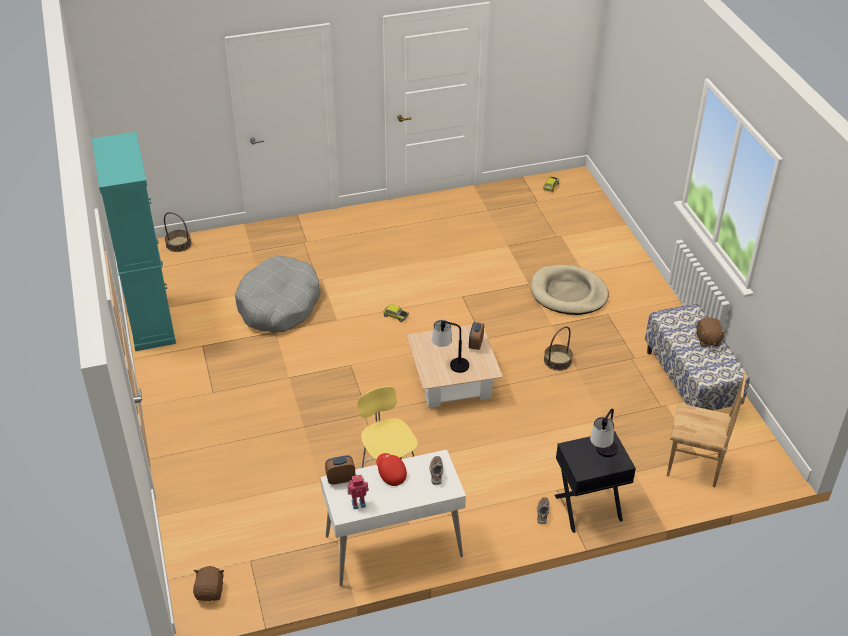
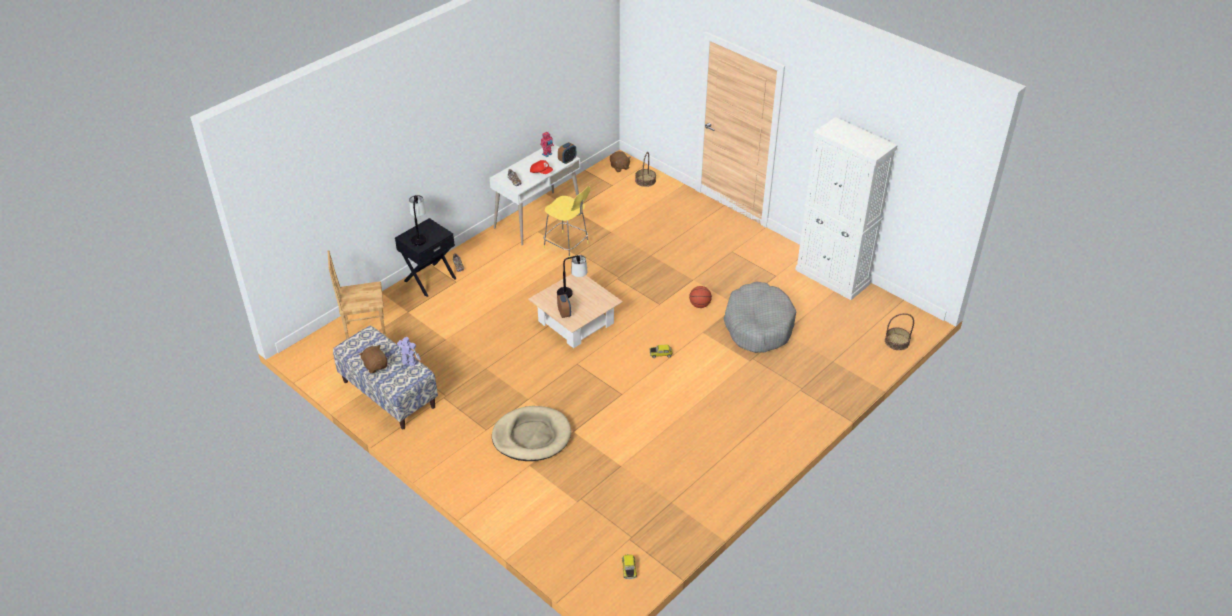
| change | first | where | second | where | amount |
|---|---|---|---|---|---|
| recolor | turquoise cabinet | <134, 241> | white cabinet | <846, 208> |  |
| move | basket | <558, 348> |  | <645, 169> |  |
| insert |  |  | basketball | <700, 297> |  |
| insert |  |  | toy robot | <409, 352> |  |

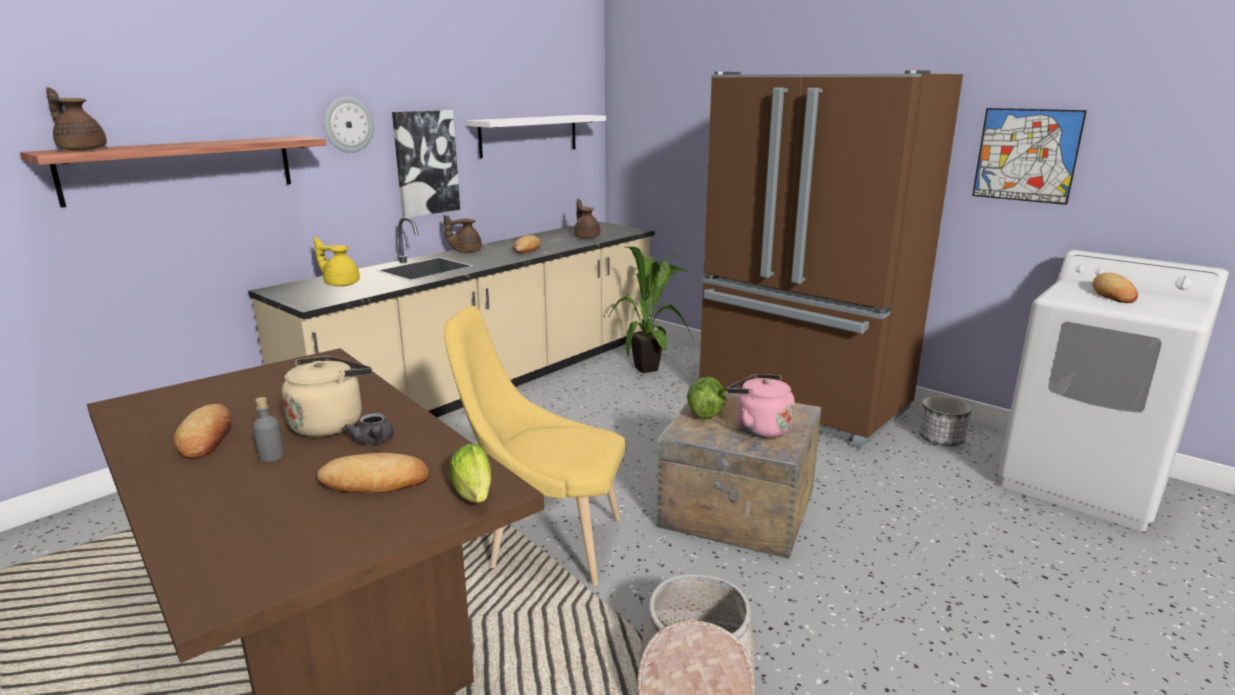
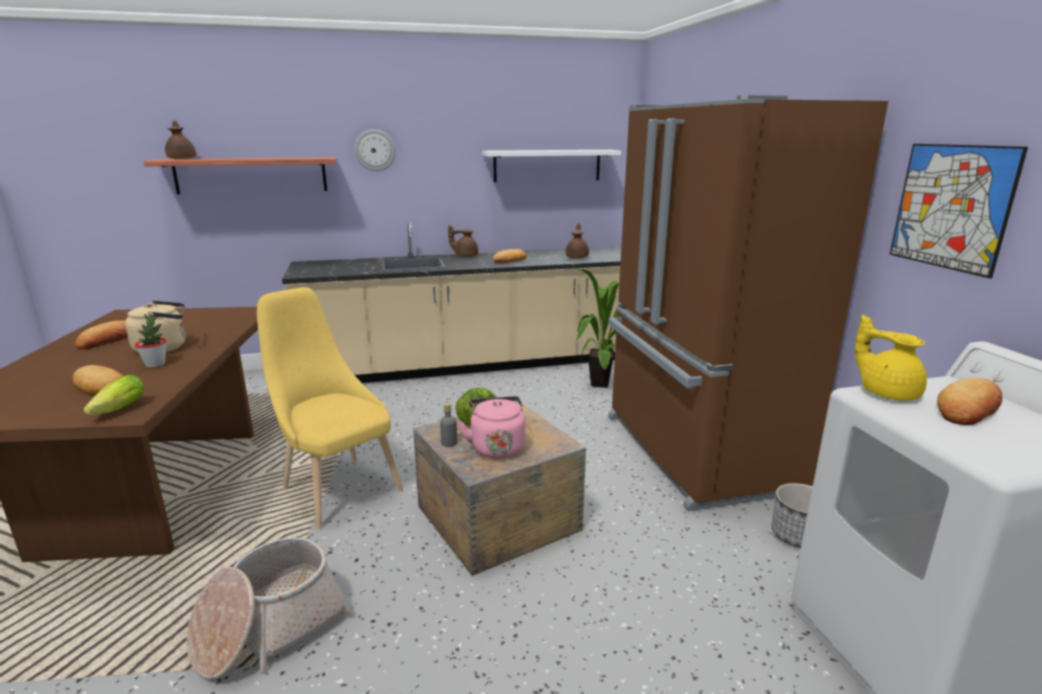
| change | first | where | second | where | amount |
|---|---|---|---|---|---|
| delete | picture | <426, 163> |  |  |  |
| move | yellow teapot | <337, 261> |  | <891, 357> |  |
| move | grey bottle | <268, 429> |  | <448, 425> |  |
| replace | grey teapot | <369, 428> | potted plant | <150, 341> |  |

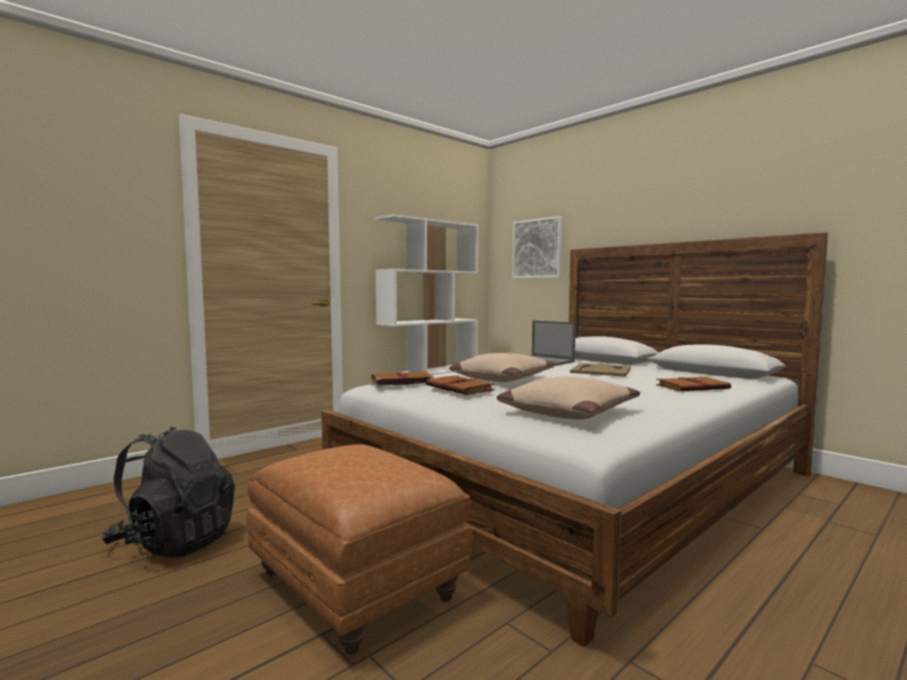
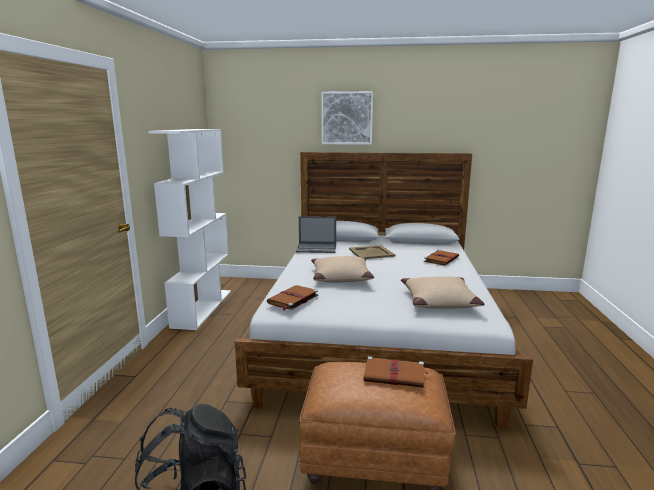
| change | first | where | second | where | amount |
|---|---|---|---|---|---|
| move | picture | <537, 247> |  | <347, 118> |  |
| move | brown book | <460, 385> |  | <395, 372> |  |

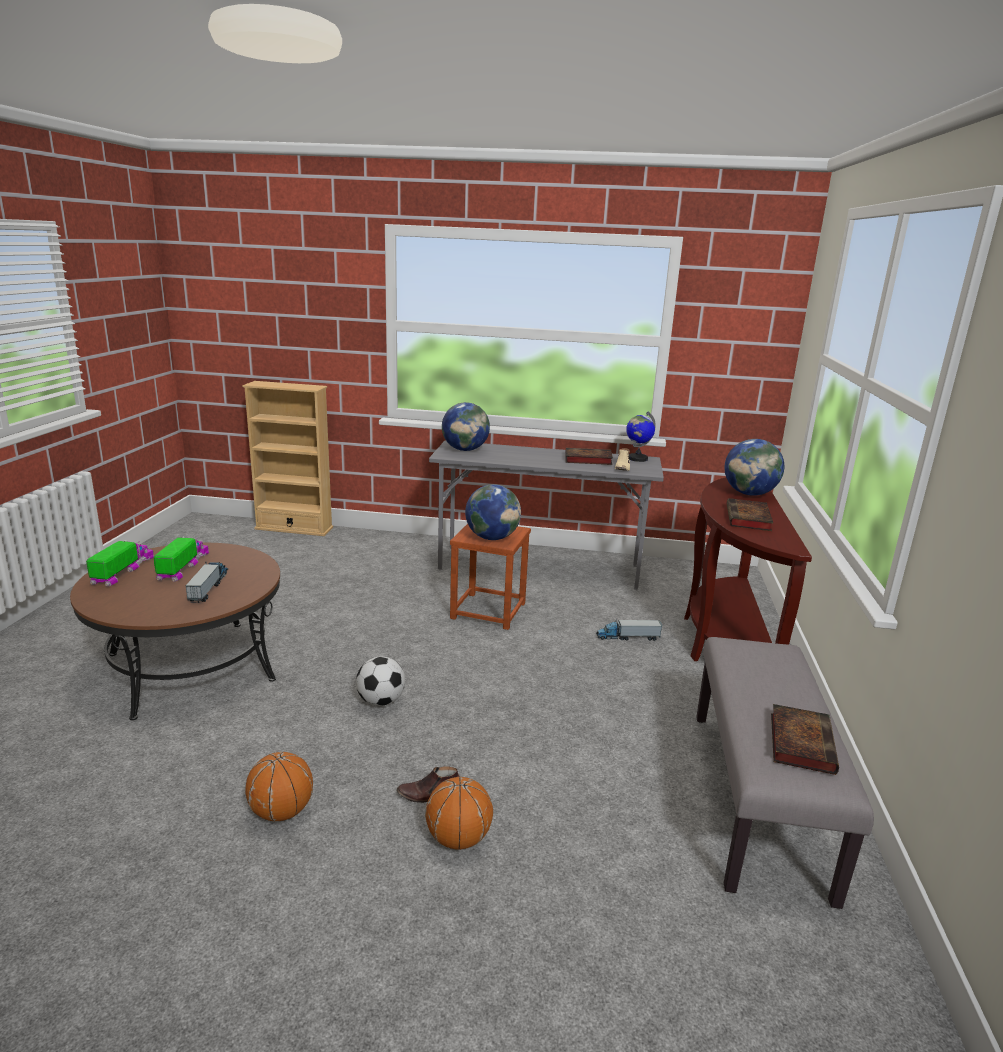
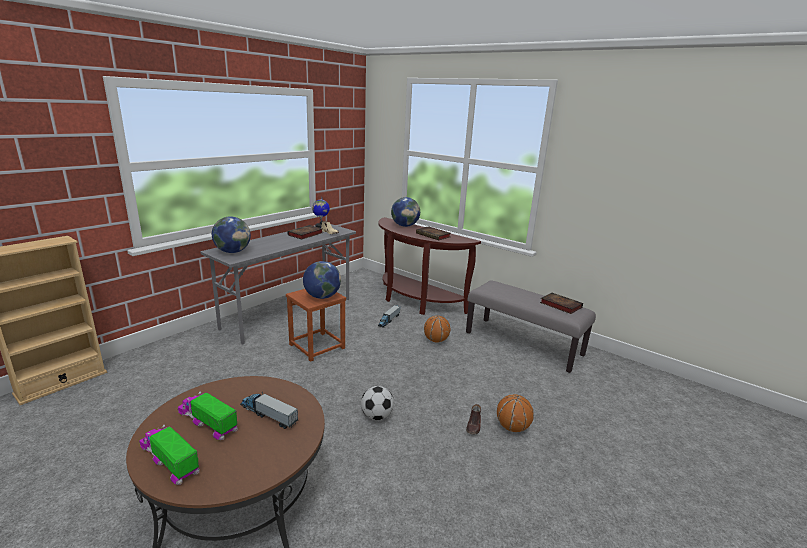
| change | first | where | second | where | amount |
|---|---|---|---|---|---|
| move | basketball | <279, 787> |  | <437, 328> |  |

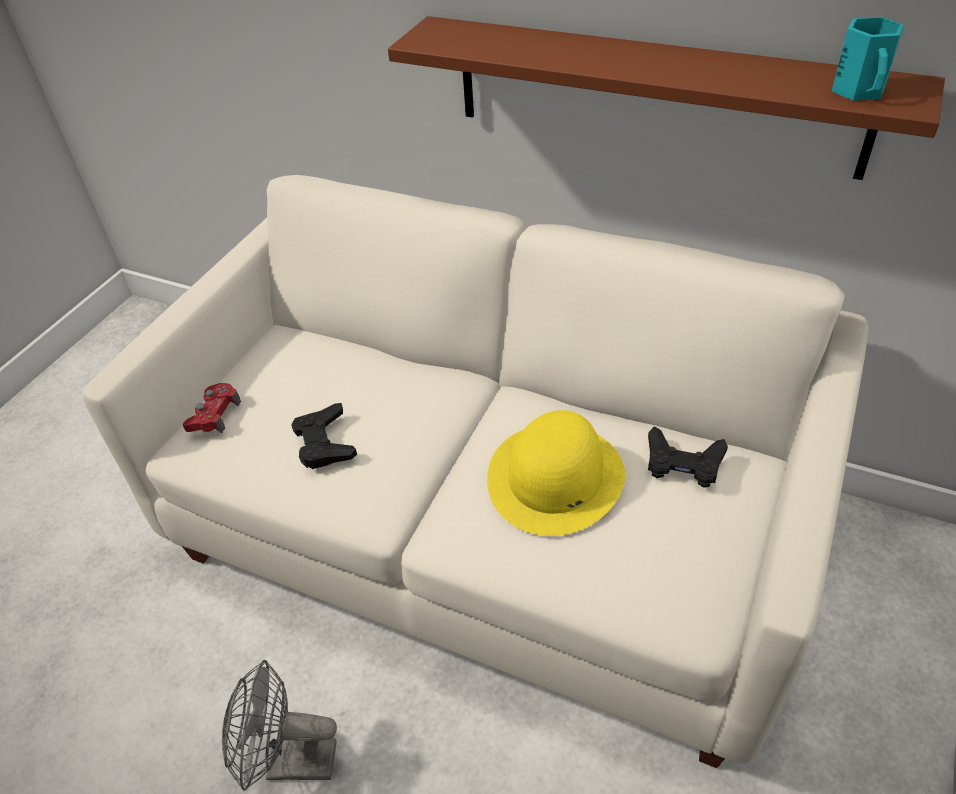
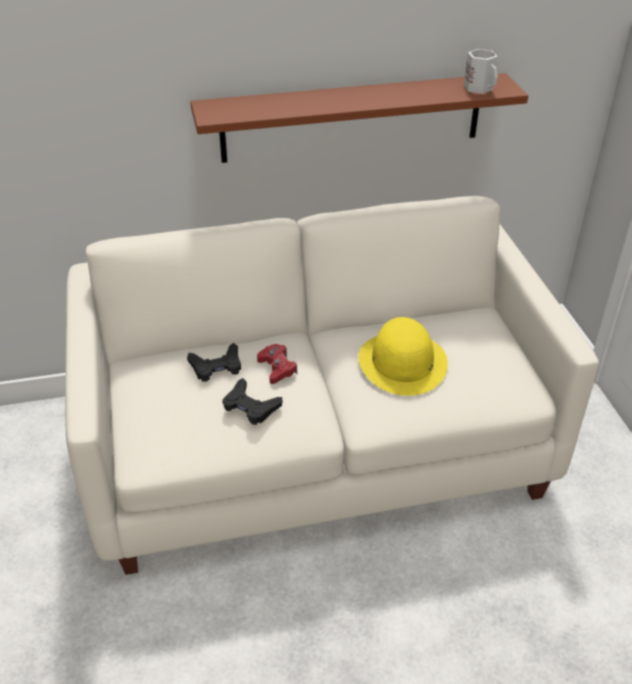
| change | first | where | second | where | amount |
|---|---|---|---|---|---|
| recolor | turquoise mug | <868, 59> | white mug | <481, 71> |  |
| move | red game controller | <212, 408> |  | <277, 364> |  |
| move | black game controller | <688, 457> |  | <214, 362> |  |
| delete | grey fan | <279, 725> |  |  |  |

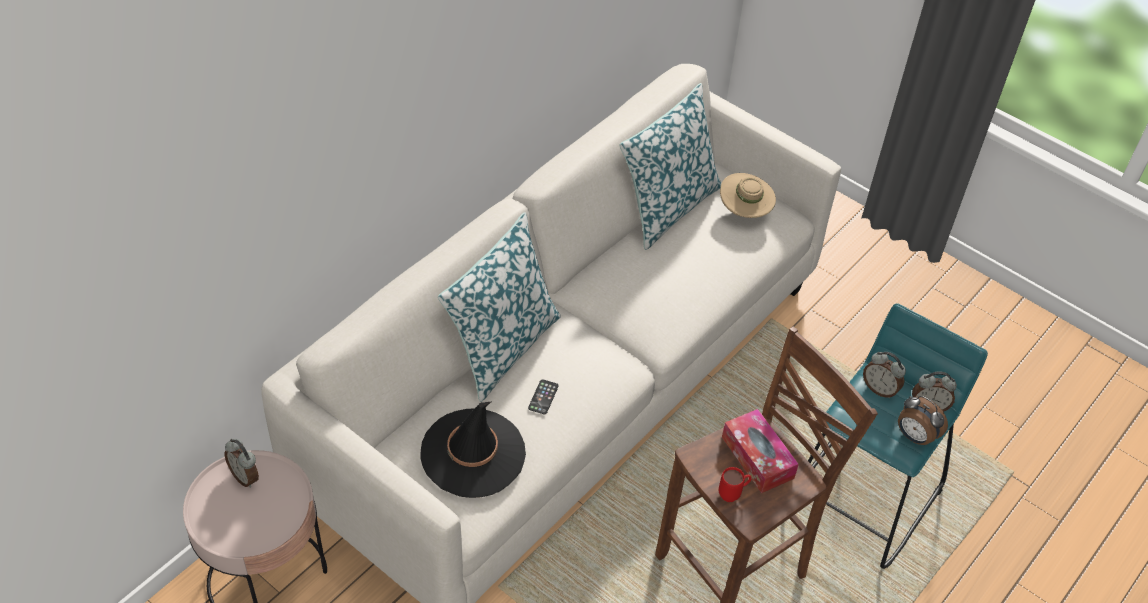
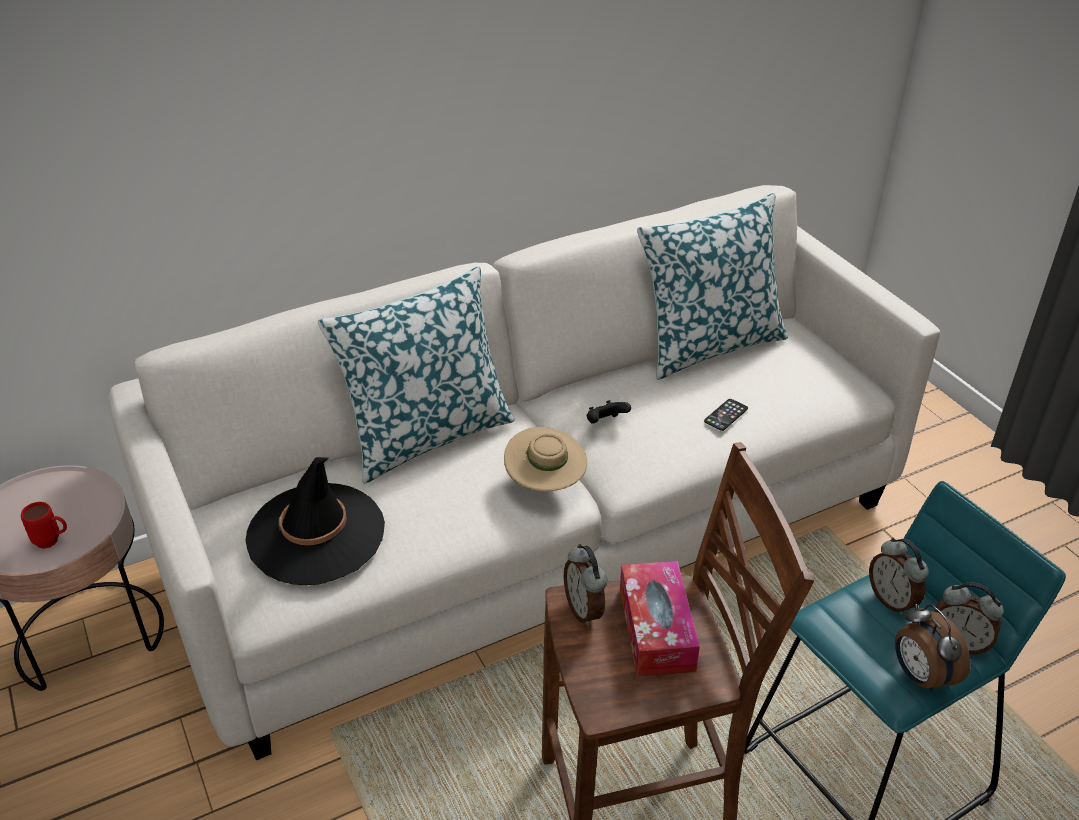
| change | first | where | second | where | amount |
|---|---|---|---|---|---|
| move | beige hat | <748, 195> |  | <545, 459> |  |
| move | phone | <543, 396> |  | <726, 415> |  |
| move | alarm clock | <241, 463> |  | <585, 585> |  |
| move | red mug | <735, 484> |  | <44, 525> |  |
| insert |  |  | black game controller | <609, 412> |  |

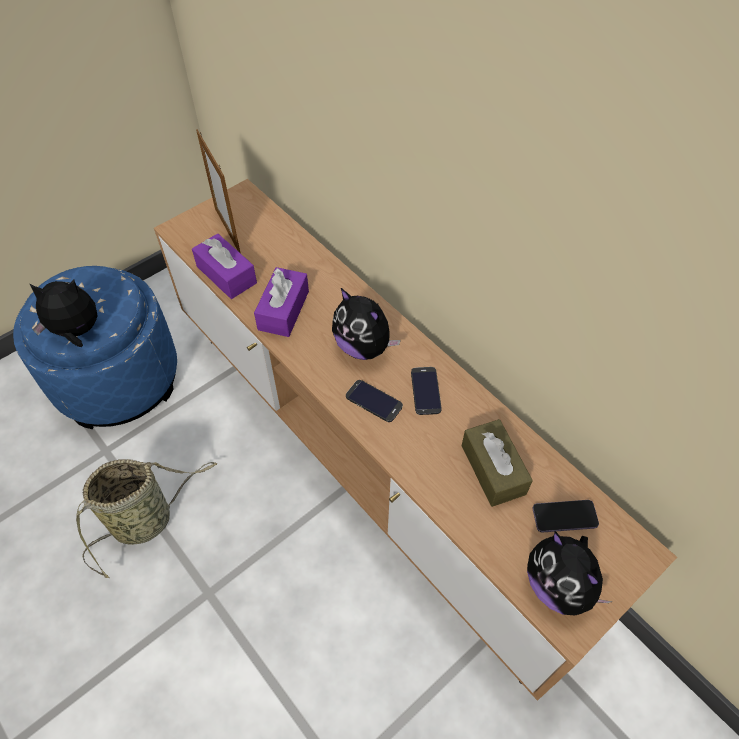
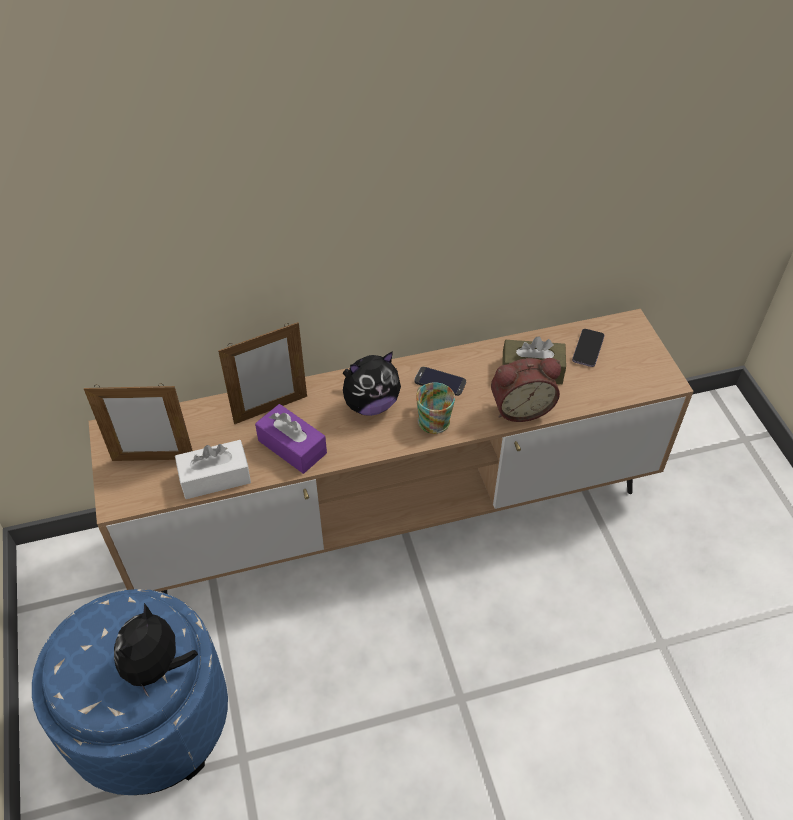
| change | first | where | second | where | amount |
|---|---|---|---|---|---|
| recolor | purple tissue box | <224, 266> | white tissue box | <213, 469> |  |
| replace | phone | <374, 401> | mug | <435, 408> |  |
| delete | basket | <146, 518> |  |  |  |
| delete | plush toy | <570, 573> |  |  |  |
| insert |  |  | picture frame | <262, 373> |  |
| insert |  |  | alarm clock | <526, 390> |  |

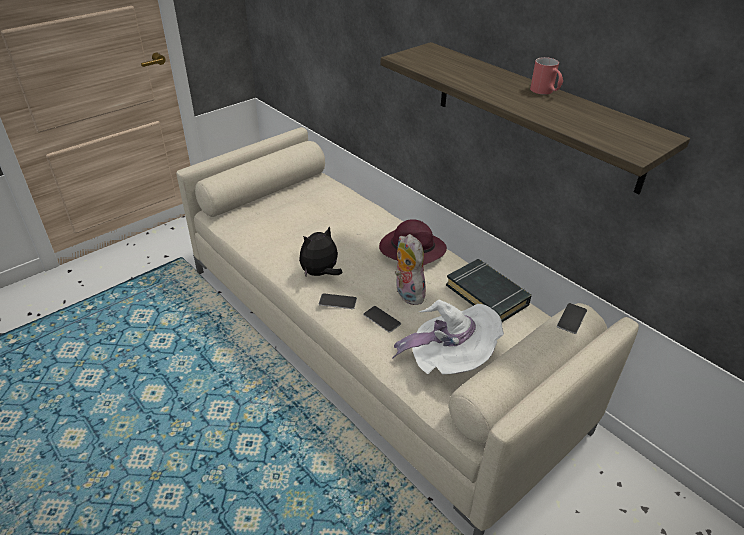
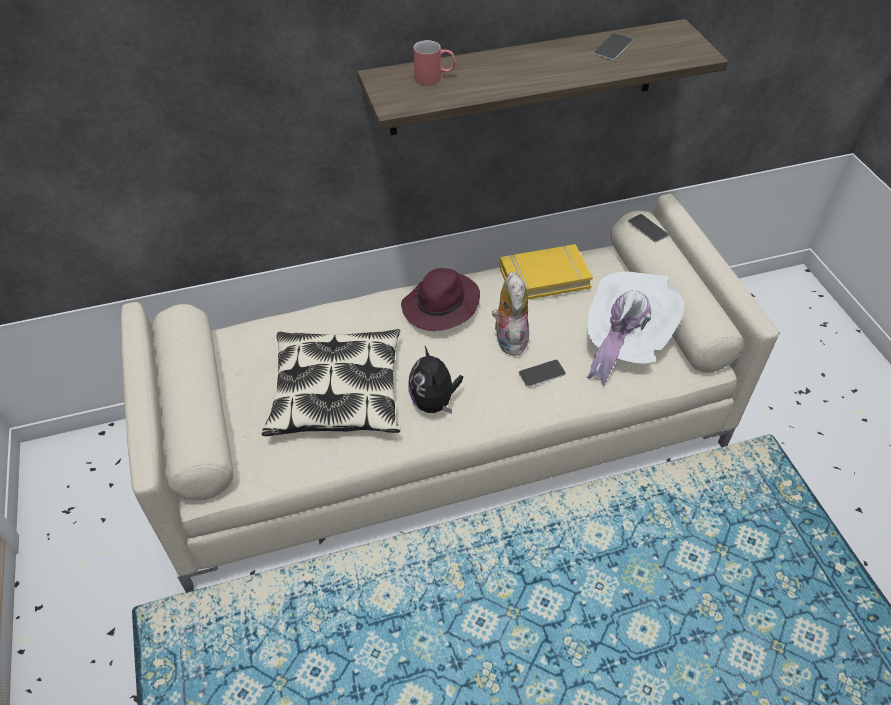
| change | first | where | second | where | amount |
|---|---|---|---|---|---|
| move | red mug | <546, 76> |  | <434, 62> |  |
| rotate | plush toy | <411, 269> |  | <511, 313> | 90 degrees clockwise |
| recolor | black book | <489, 290> | yellow book | <546, 272> |  |
| move | phone | <338, 301> |  | <613, 46> |  |
| insert |  |  | pillow | <331, 382> |  |

